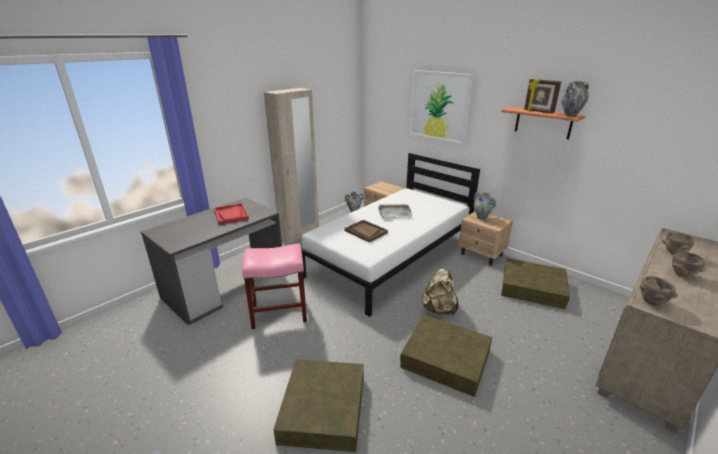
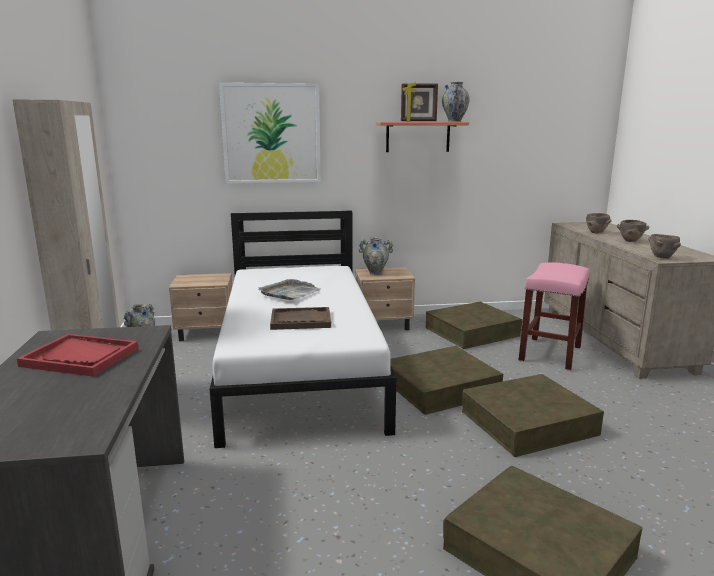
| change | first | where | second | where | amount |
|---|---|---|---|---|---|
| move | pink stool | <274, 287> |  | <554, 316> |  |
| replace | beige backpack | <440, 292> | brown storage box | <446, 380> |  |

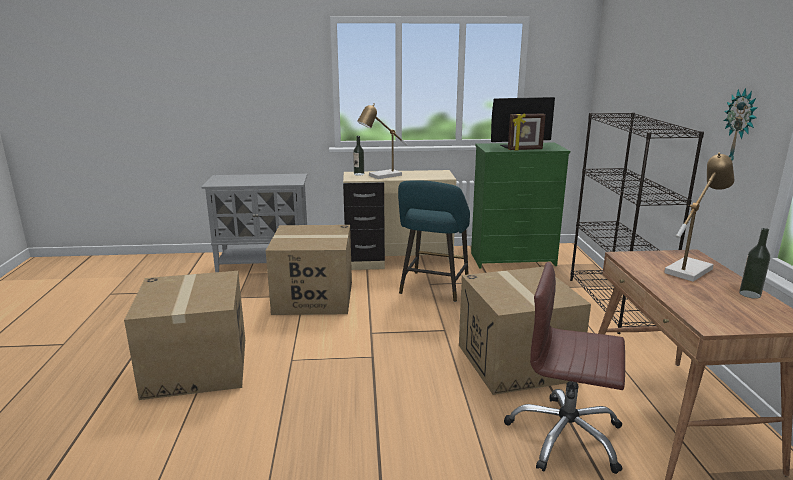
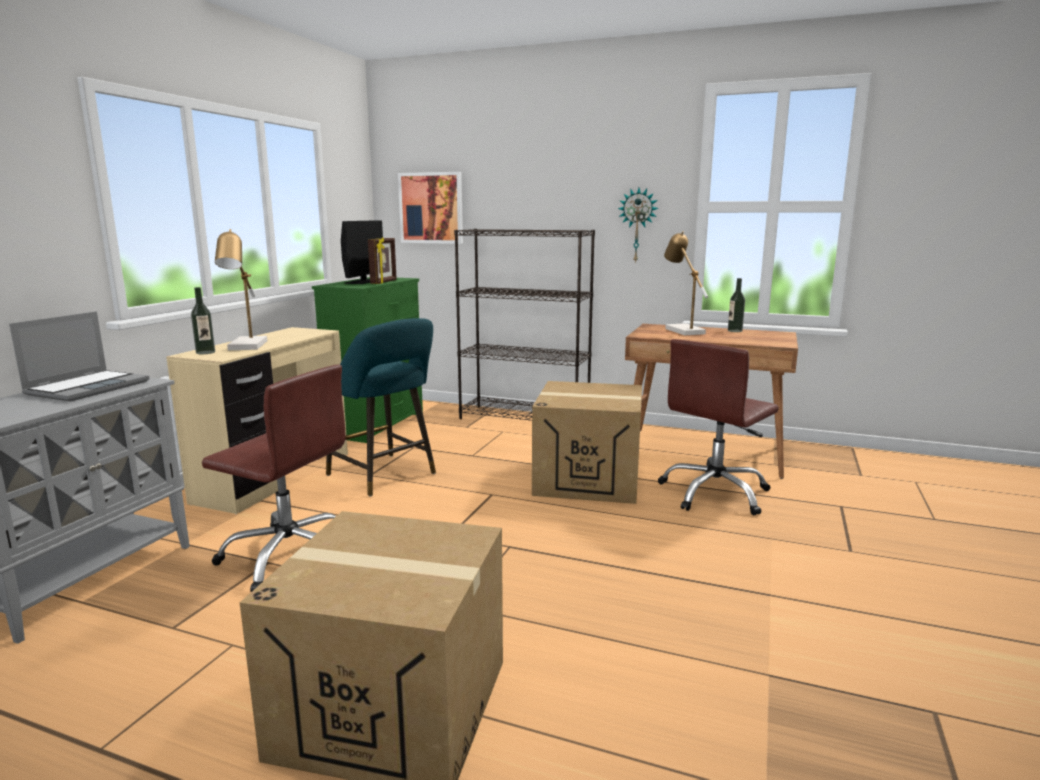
| change | first | where | second | where | amount |
|---|---|---|---|---|---|
| replace | cardboard box | <309, 270> | brown office chair | <274, 478> |  |
| insert |  |  | picture | <430, 208> |  |
| insert |  |  | laptop | <79, 356> |  |

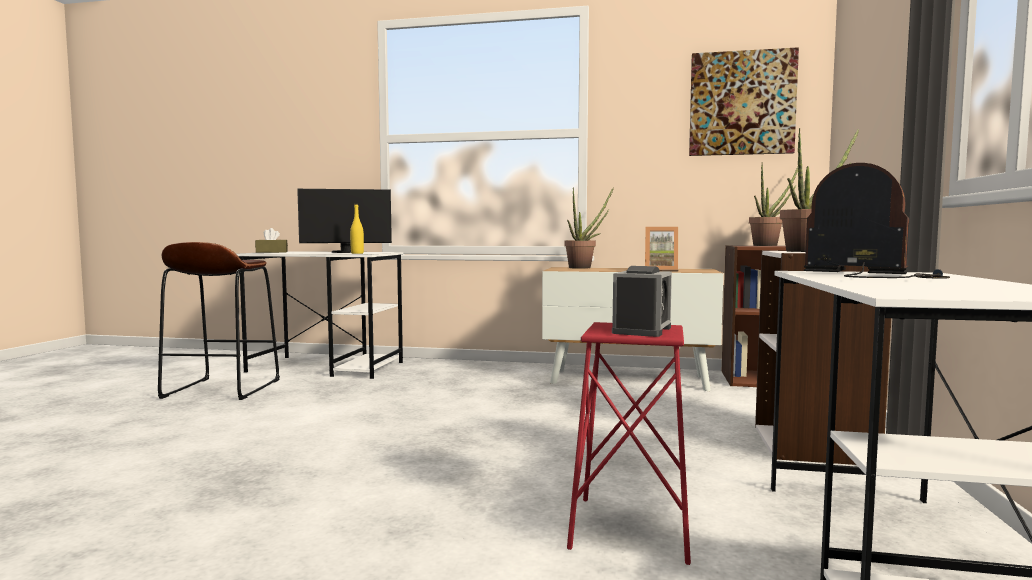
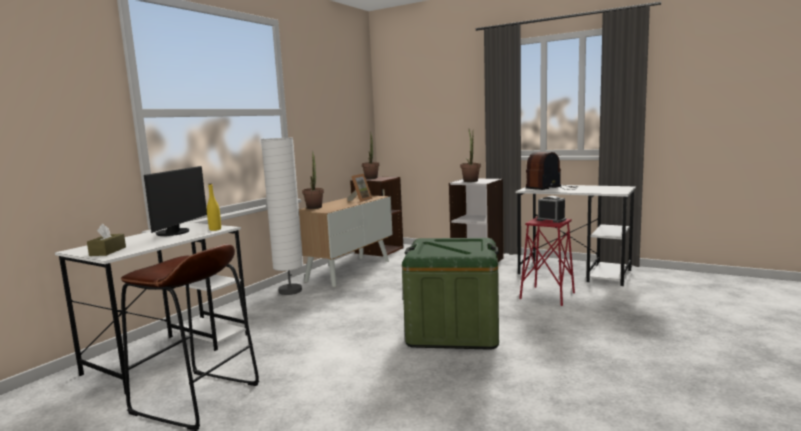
| change | first | where | second | where | amount |
|---|---|---|---|---|---|
| delete | picture | <744, 101> |  |  |  |
| insert |  |  | white floor lamp | <282, 216> |  |
| insert |  |  | green storage box | <450, 294> |  |

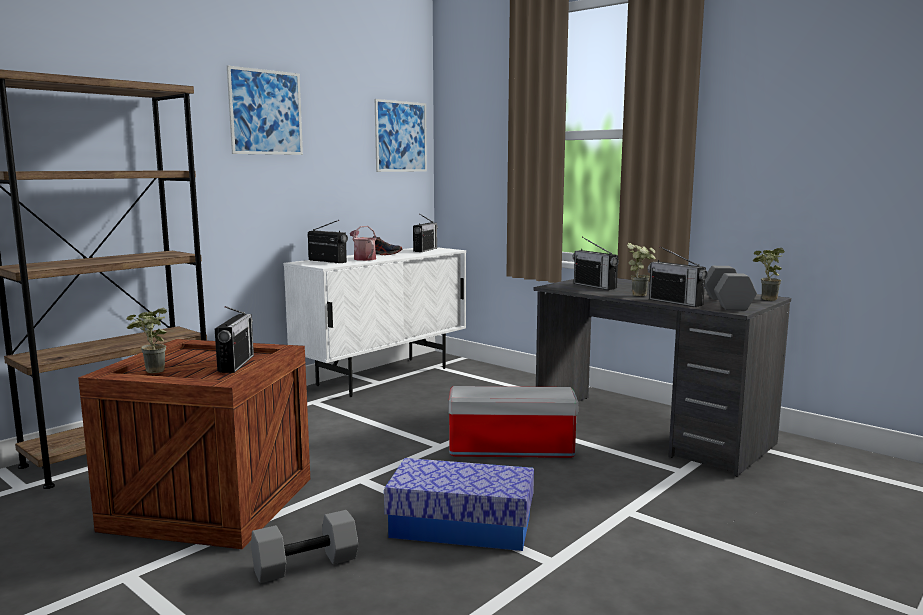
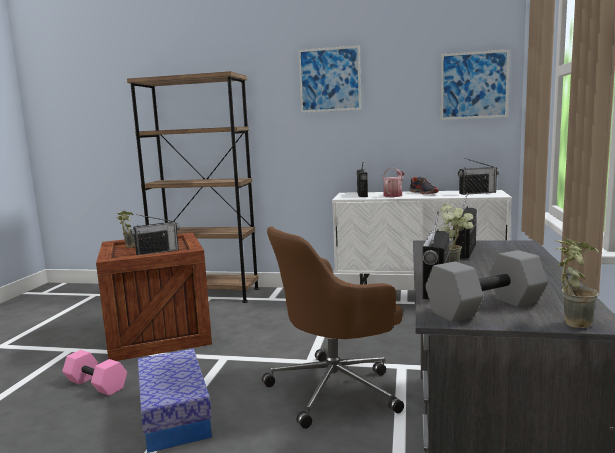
| change | first | where | second | where | amount |
|---|---|---|---|---|---|
| replace | storage box | <513, 422> | brown office chair | <333, 328> |  |
| recolor | grey dumbbell | <305, 546> | pink dumbbell | <94, 373> |  |

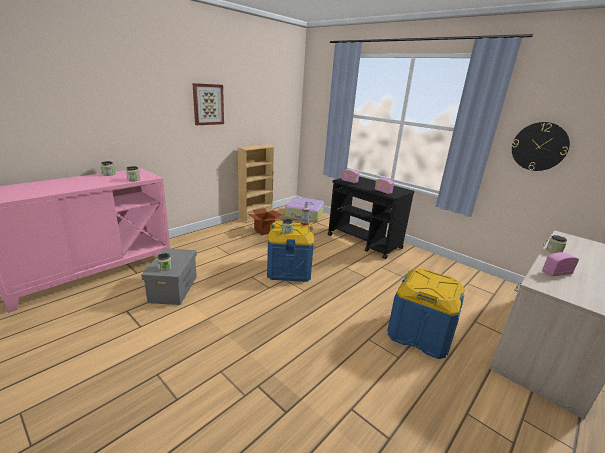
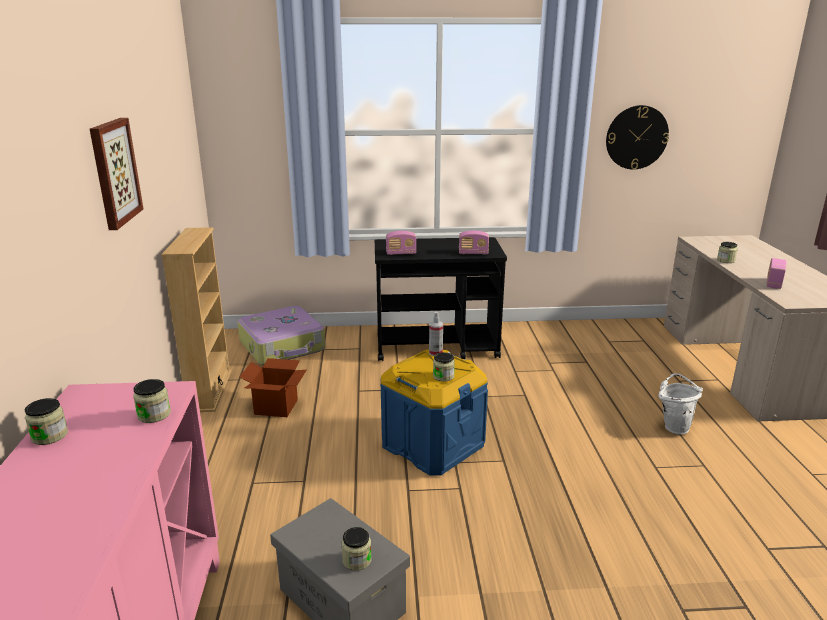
| change | first | where | second | where | amount |
|---|---|---|---|---|---|
| replace | blue storage box | <426, 313> | white bucket | <680, 404> |  |

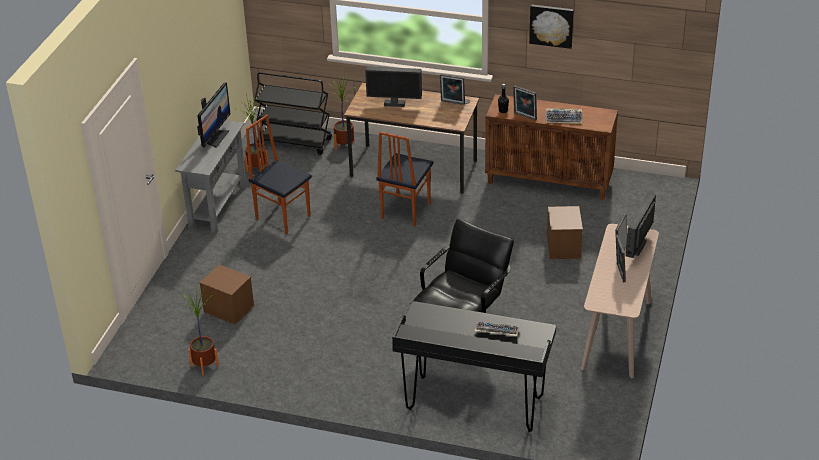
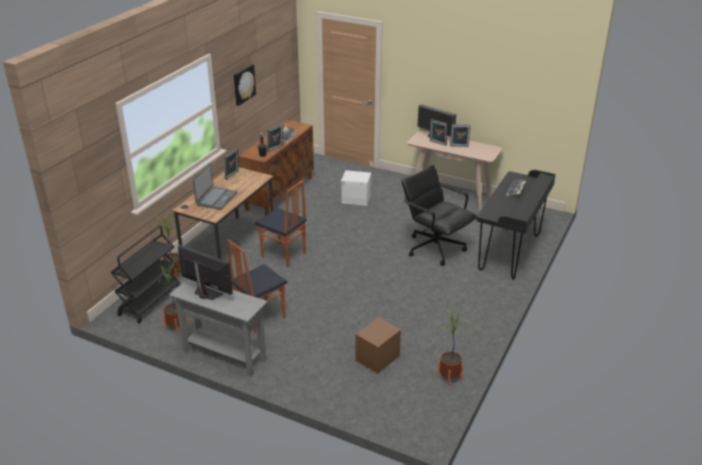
| change | first | where | second | where | amount |
|---|---|---|---|---|---|
| replace | monitor | <393, 87> | laptop | <215, 186> |  |
| recolor | brown storage box | <565, 232> | white storage box | <356, 188> |  |

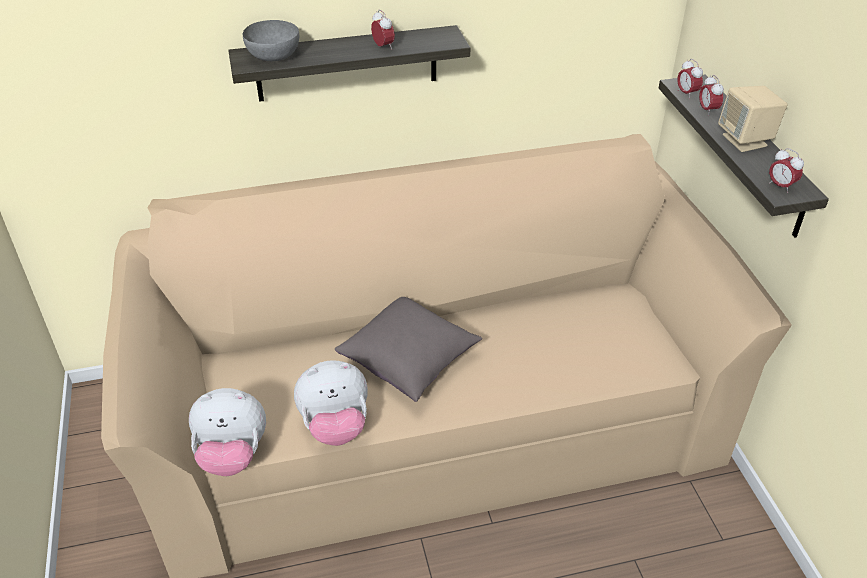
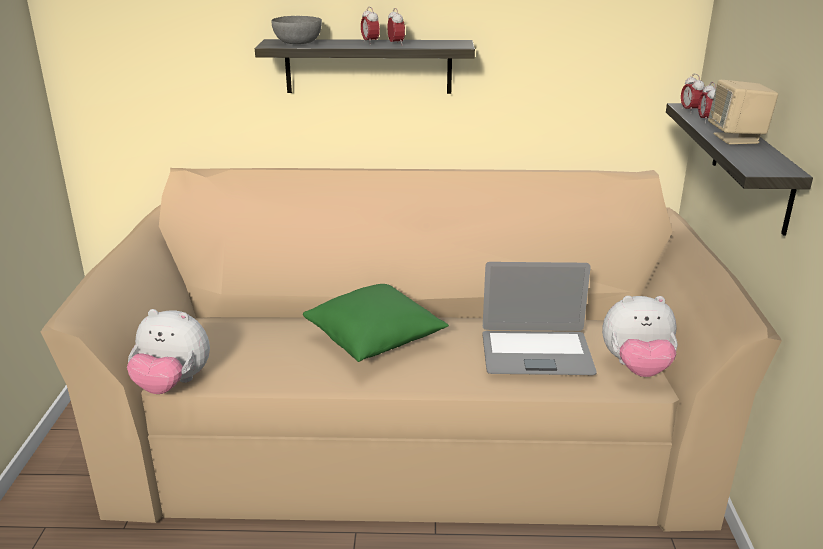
| change | first | where | second | where | amount |
|---|---|---|---|---|---|
| move | alarm clock | <786, 170> |  | <370, 24> |  |
| recolor | grey pillow | <408, 349> | green pillow | <376, 323> |  |
| move | plush toy | <331, 403> |  | <640, 336> |  |
| insert |  |  | laptop | <540, 318> |  |

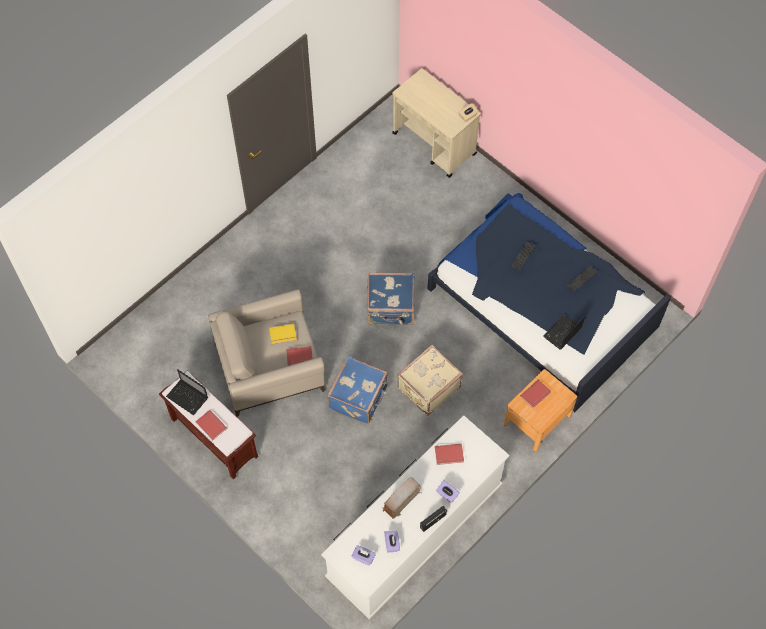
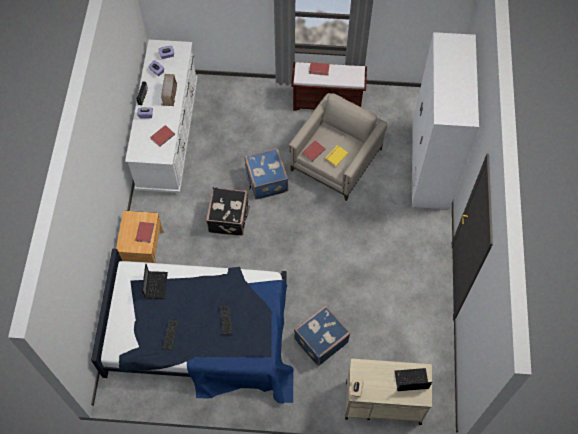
| change | first | where | second | where | amount |
|---|---|---|---|---|---|
| move | blue suitcase | <390, 299> |  | <322, 335> |  |
| recolor | beige suitcase | <430, 380> | black suitcase | <228, 211> |  |
| move | laptop | <187, 392> |  | <413, 379> |  |
| insert |  |  | white wardrobe | <445, 120> |  |

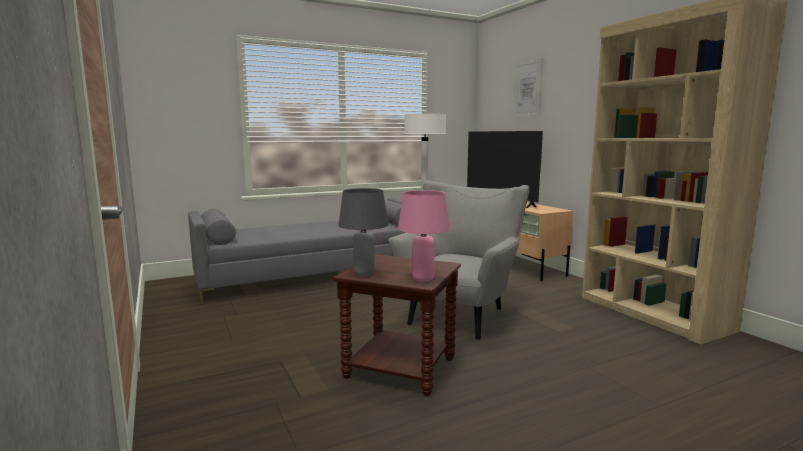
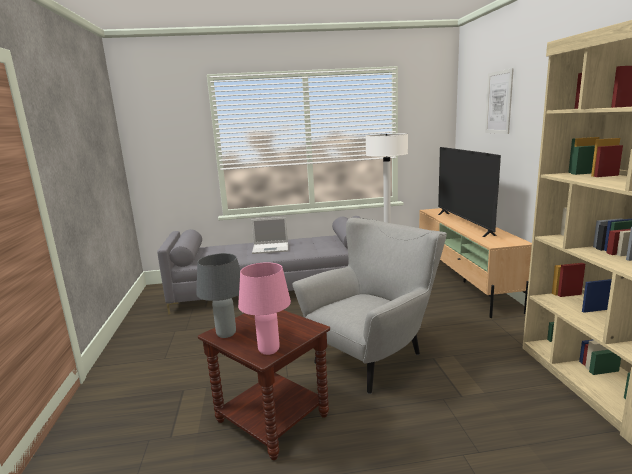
| change | first | where | second | where | amount |
|---|---|---|---|---|---|
| insert |  |  | laptop | <270, 235> |  |

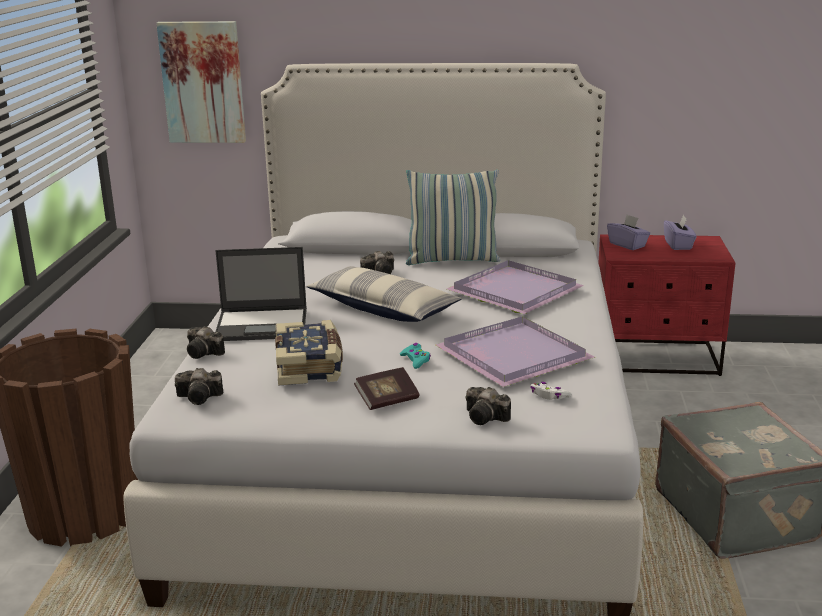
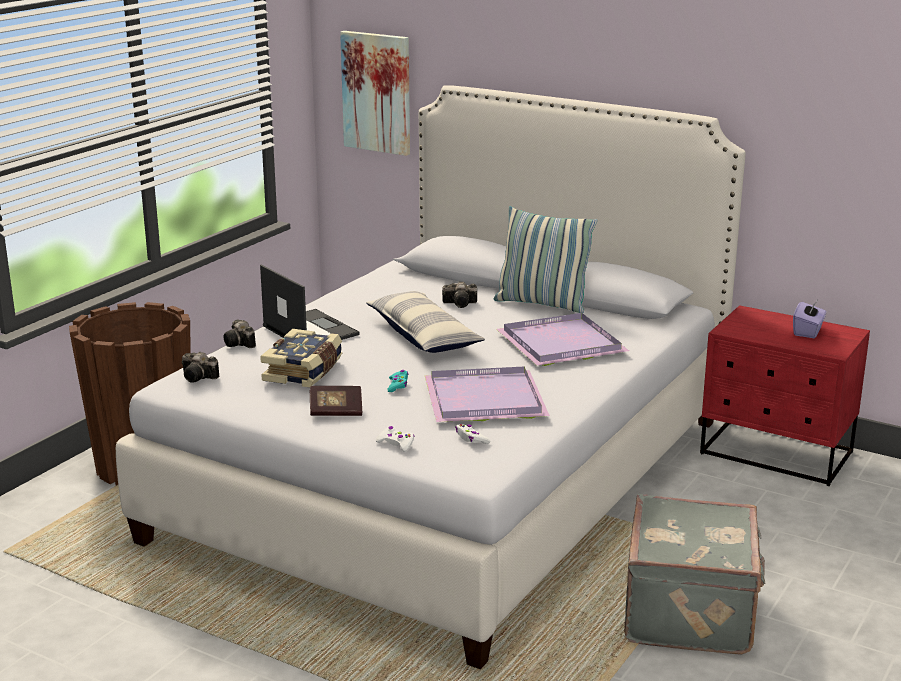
| change | first | where | second | where | amount |
|---|---|---|---|---|---|
| delete | purple tissue box | <628, 232> |  |  |  |
| rotate | laptop | <261, 294> |  | <310, 302> | 150 degrees counterclockwise |
| replace | photo camera | <488, 406> | white game controller | <395, 439> |  |

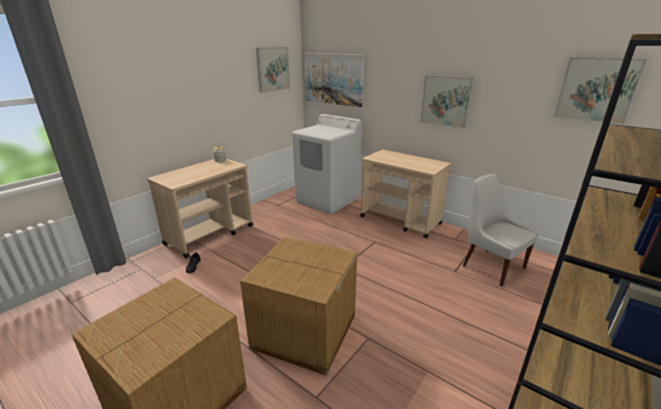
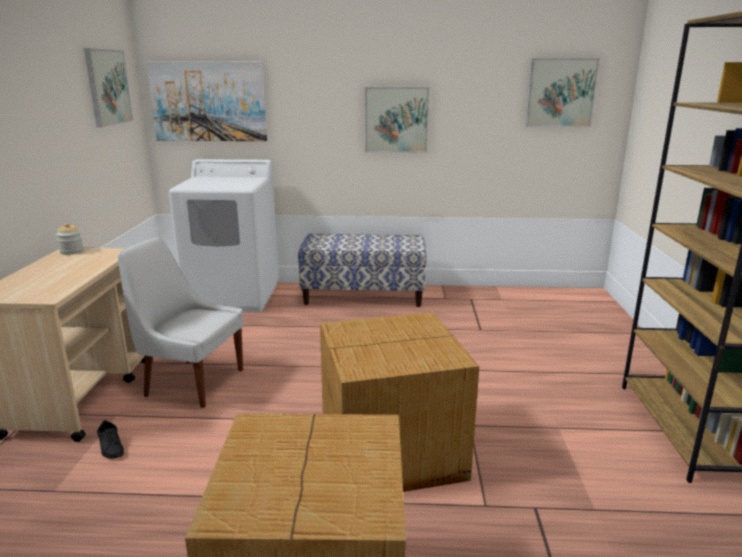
| change | first | where | second | where | amount |
|---|---|---|---|---|---|
| replace | beige cart | <405, 194> | bench | <362, 270> |  |
| move | white chair | <501, 230> |  | <180, 322> |  |

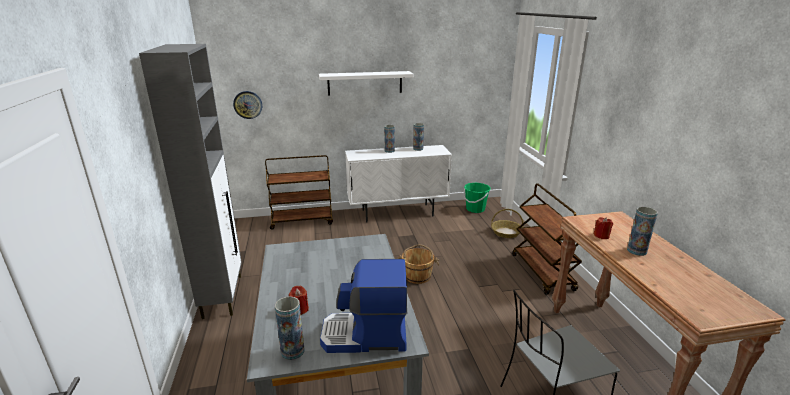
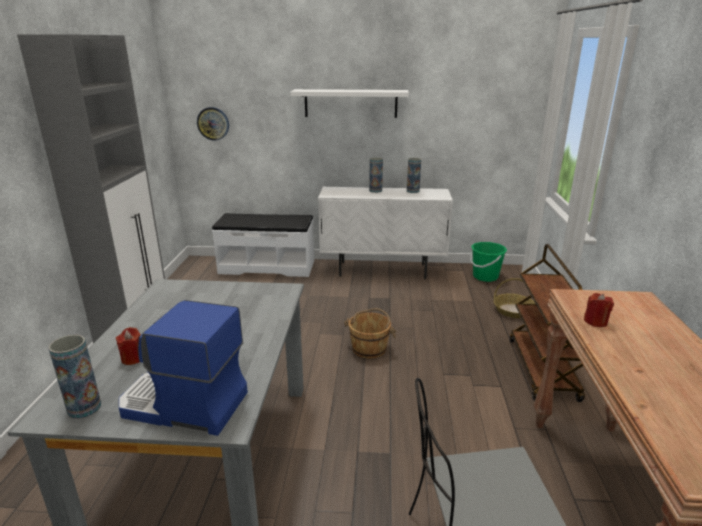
| change | first | where | second | where | amount |
|---|---|---|---|---|---|
| replace | brown cart | <299, 192> | white bench | <263, 245> |  |
| delete | vase | <642, 231> |  |  |  |

